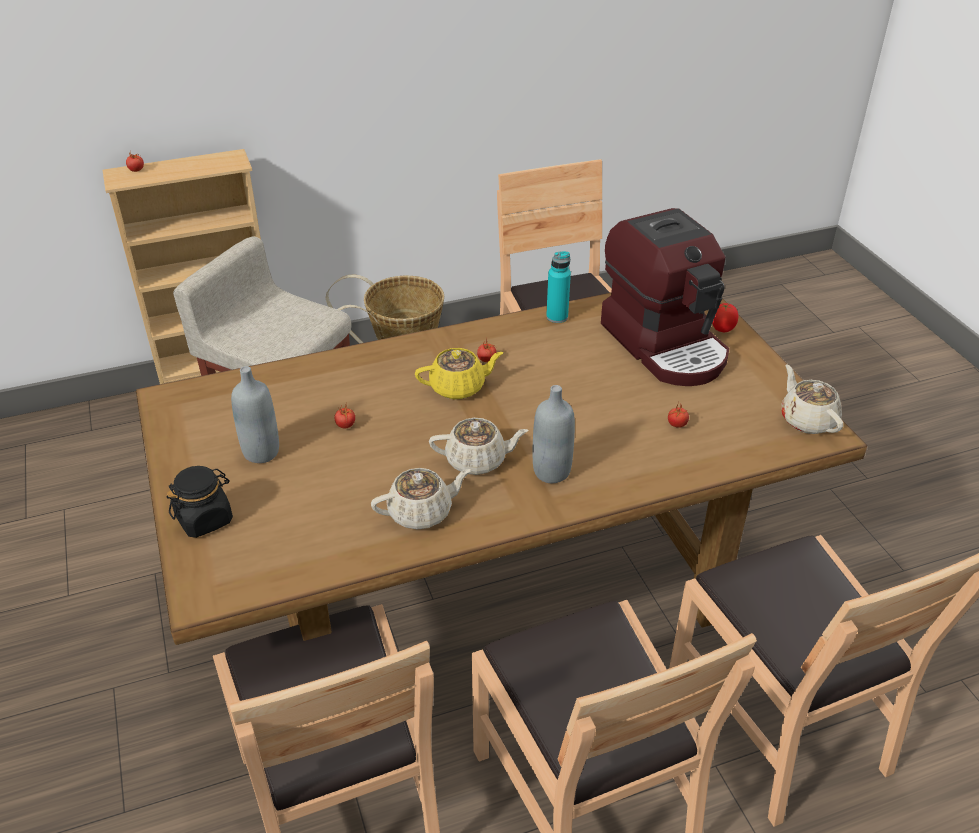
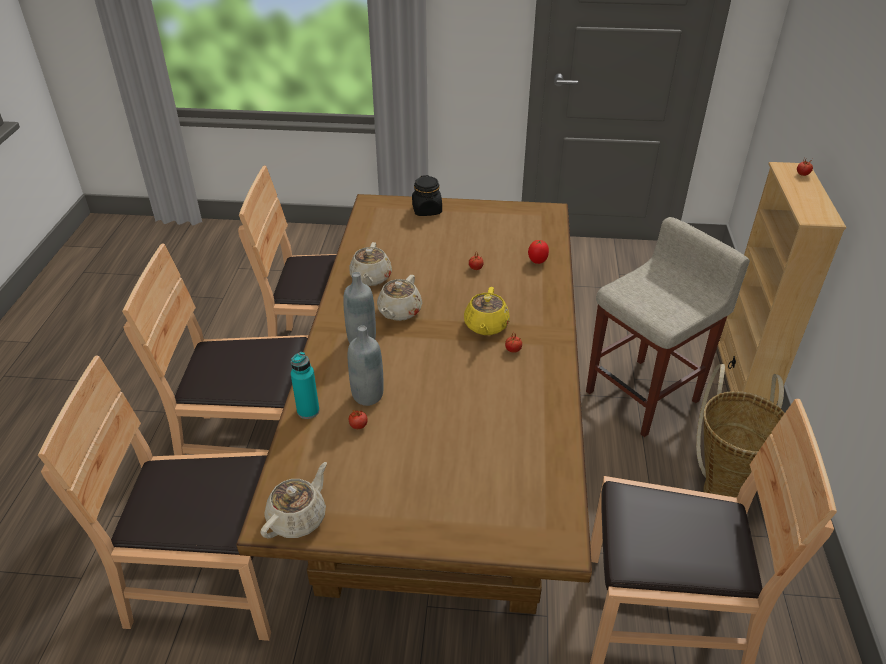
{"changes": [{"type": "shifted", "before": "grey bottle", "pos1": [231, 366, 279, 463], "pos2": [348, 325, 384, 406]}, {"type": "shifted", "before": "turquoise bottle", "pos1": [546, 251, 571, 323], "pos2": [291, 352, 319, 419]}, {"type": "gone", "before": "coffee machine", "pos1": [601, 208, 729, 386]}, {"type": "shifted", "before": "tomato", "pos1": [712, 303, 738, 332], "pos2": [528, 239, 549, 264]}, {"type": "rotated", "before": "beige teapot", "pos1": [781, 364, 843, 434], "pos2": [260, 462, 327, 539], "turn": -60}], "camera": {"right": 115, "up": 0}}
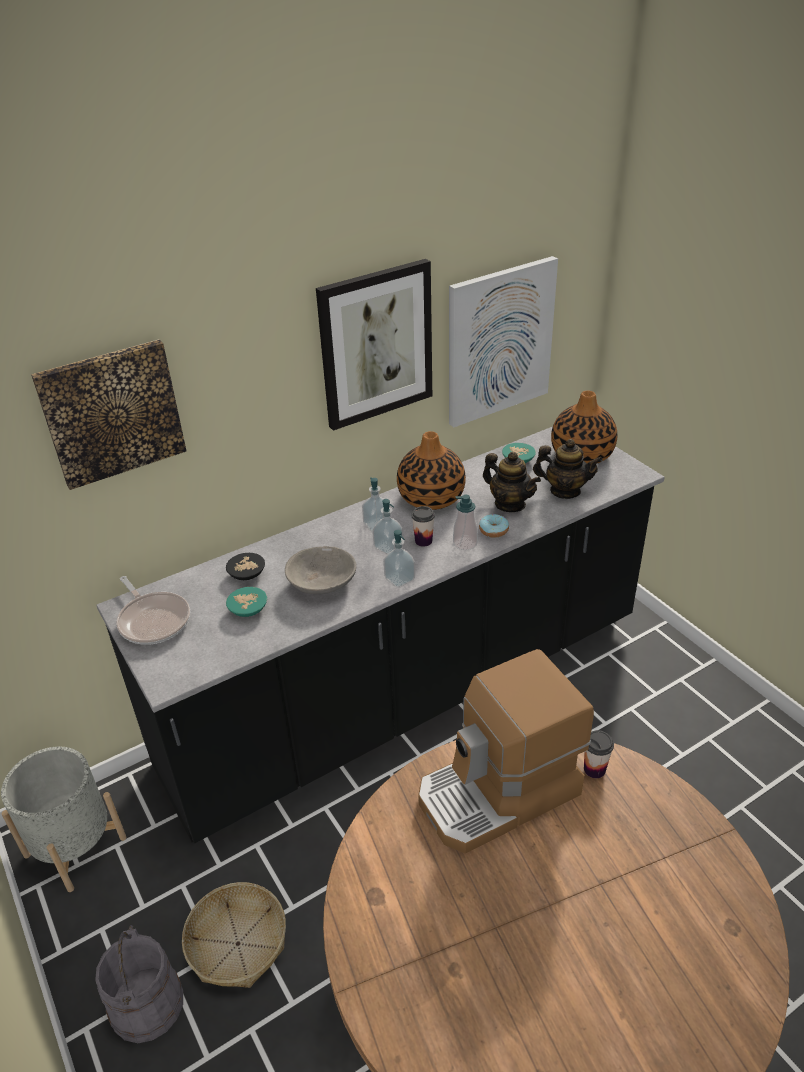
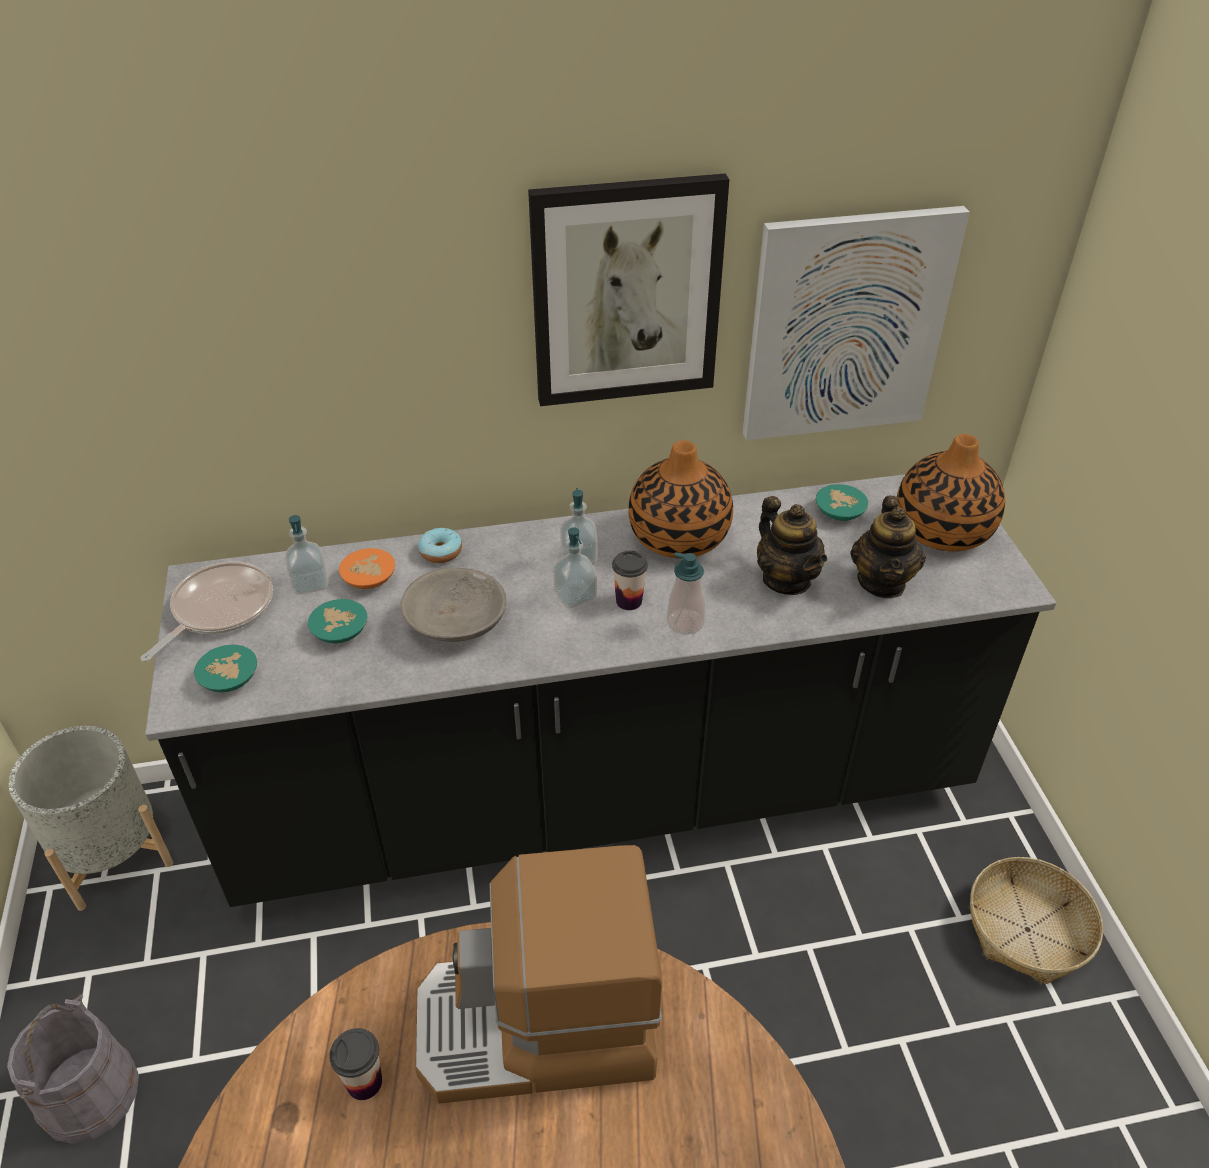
{"changes": [{"type": "gone", "before": "picture", "pos1": [31, 339, 186, 490]}, {"type": "rotated", "before": "frying pan", "pos1": [116, 576, 190, 645], "pos2": [141, 562, 273, 662], "turn": -135}, {"type": "shifted", "before": "basket", "pos1": [182, 882, 286, 988], "pos2": [970, 857, 1103, 984]}, {"type": "repainted", "before": "black bowl", "after": "orange bowl", "pos1": [226, 553, 265, 580], "pos2": [339, 548, 395, 589]}, {"type": "shifted", "before": "soap dispenser", "pos1": [383, 530, 415, 588], "pos2": [285, 515, 328, 595]}, {"type": "shifted", "before": "donut", "pos1": [479, 514, 509, 538], "pos2": [418, 528, 462, 563]}, {"type": "rotated", "before": "teapot", "pos1": [533, 439, 603, 499], "pos2": [850, 496, 926, 598], "turn": 60}, {"type": "shifted", "before": "cup", "pos1": [584, 730, 614, 778], "pos2": [329, 1028, 382, 1100]}, {"type": "new", "after": "turquoise bowl", "pos2": [194, 645, 257, 692]}], "camera": {"right": 20, "up": 5}}
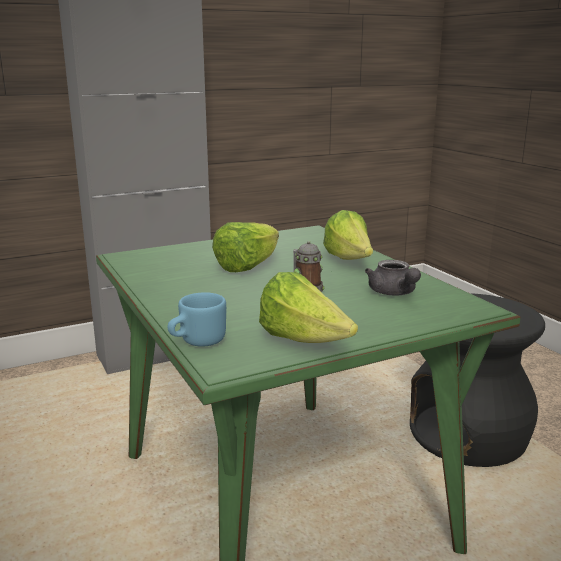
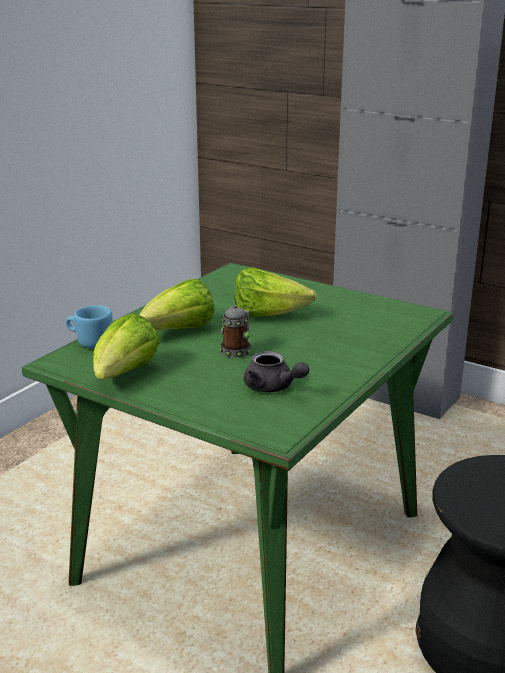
{"changes": [{"type": "shifted", "before": "lettuce", "pos1": [323, 210, 373, 260], "pos2": [139, 279, 215, 330]}, {"type": "rotated", "before": "grey teapot", "pos1": [365, 260, 421, 296], "pos2": [244, 351, 310, 392], "turn": -90}], "camera": {"right": 60, "up": 5}}
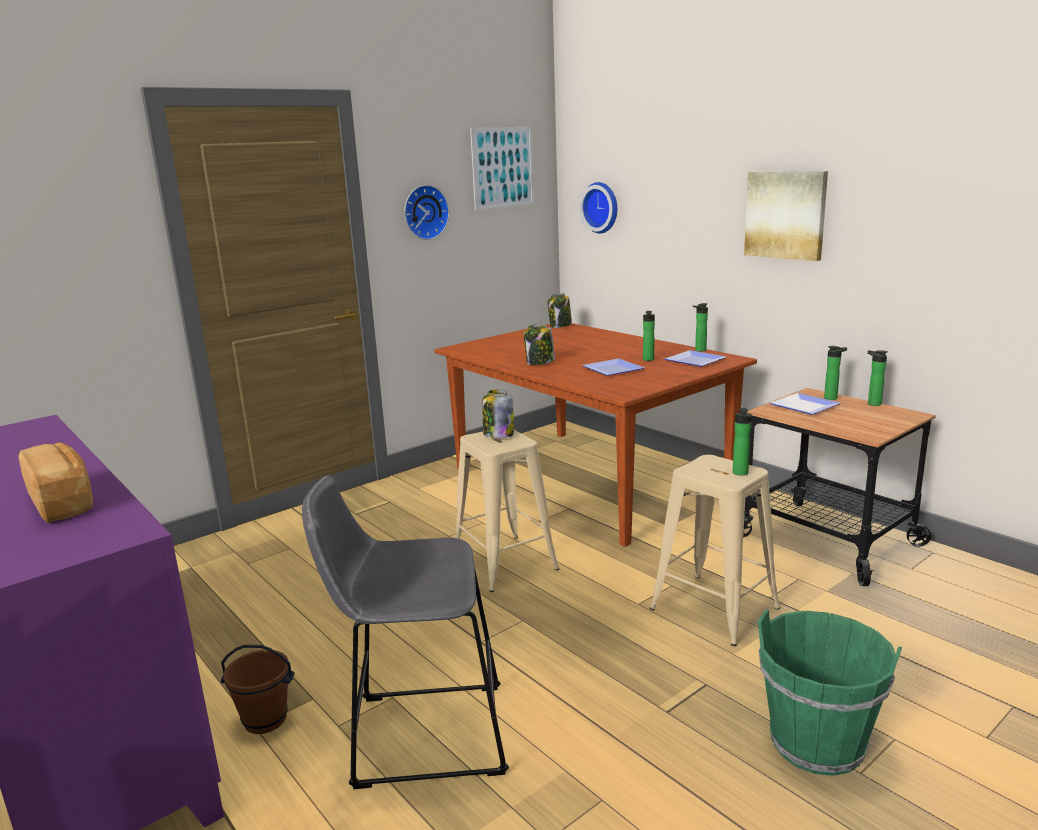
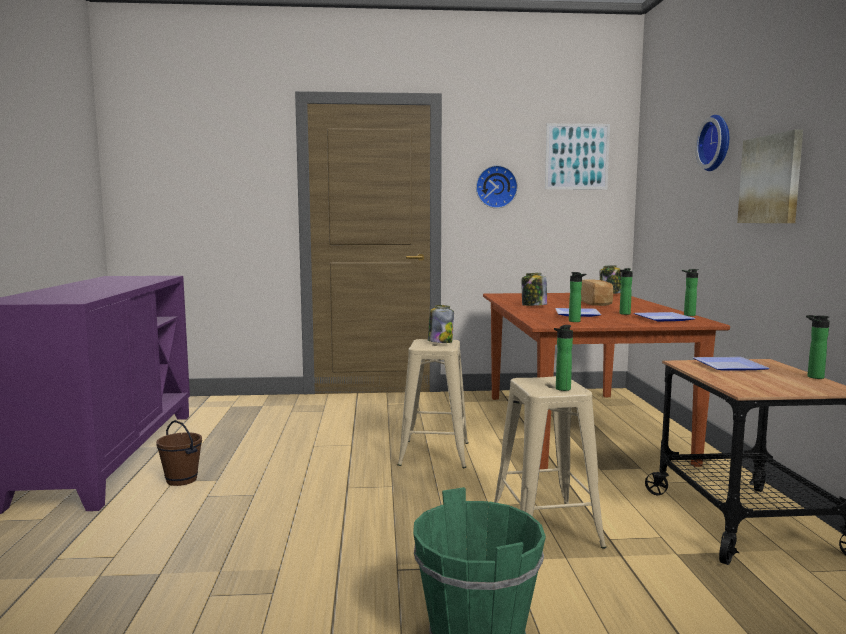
{"changes": [{"type": "shifted", "before": "bread", "pos1": [18, 443, 93, 523], "pos2": [581, 279, 613, 306]}, {"type": "gone", "before": "grey stool", "pos1": [302, 476, 509, 789]}, {"type": "shifted", "before": "wall clock", "pos1": [580, 182, 617, 233], "pos2": [695, 115, 729, 171]}, {"type": "shifted", "before": "bottle", "pos1": [824, 346, 847, 400], "pos2": [569, 272, 586, 322]}], "camera": {"right": 35, "up": -10}}
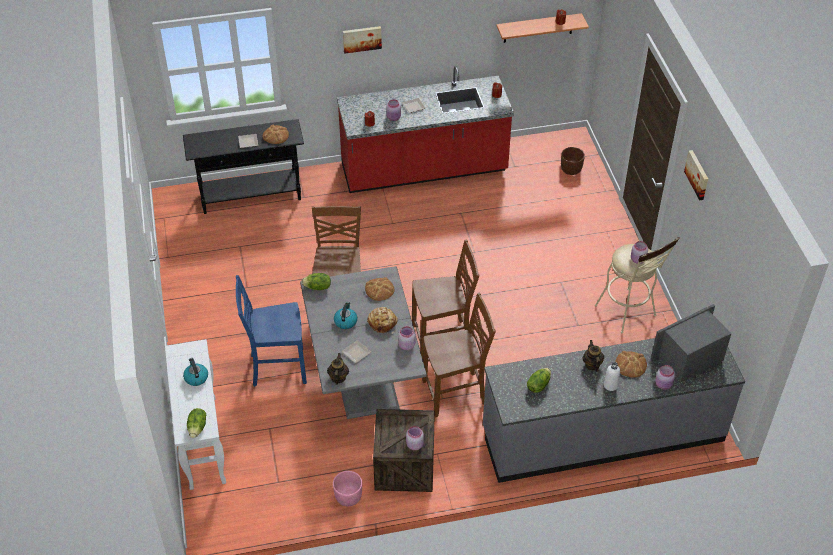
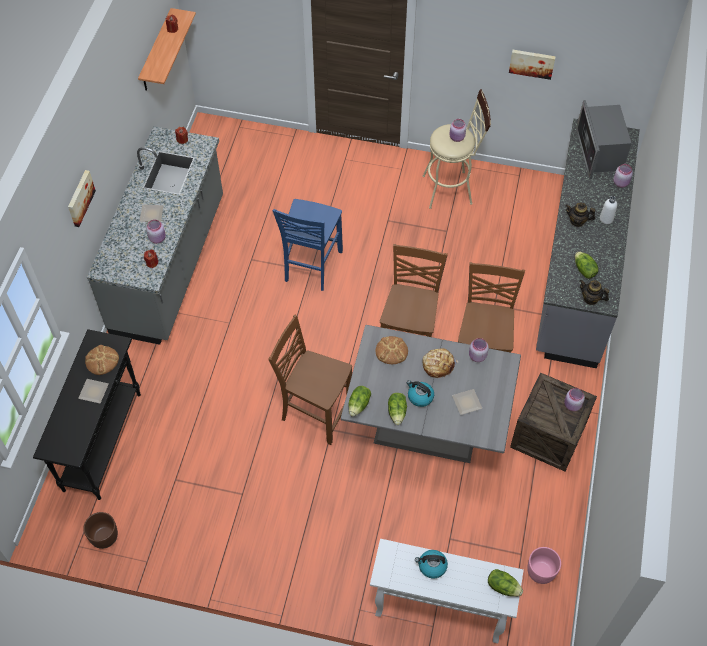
{"changes": [{"type": "shifted", "before": "blue chair", "pos1": [236, 275, 307, 387], "pos2": [273, 199, 343, 291]}, {"type": "shifted", "before": "teapot", "pos1": [327, 353, 349, 385], "pos2": [580, 280, 609, 305]}, {"type": "shifted", "before": "pink planter", "pos1": [333, 471, 362, 506], "pos2": [527, 547, 561, 584]}, {"type": "repainted", "before": "red counter", "after": "grey counter", "pos1": [337, 66, 514, 193], "pos2": [87, 126, 223, 345]}, {"type": "shifted", "before": "brown planter", "pos1": [561, 147, 585, 175], "pos2": [83, 512, 118, 549]}, {"type": "gone", "before": "bread", "pos1": [615, 351, 647, 377]}, {"type": "shifted", "before": "picture", "pos1": [684, 150, 708, 200], "pos2": [509, 50, 556, 80]}, {"type": "new", "after": "lettuce", "pos2": [388, 393, 407, 425]}], "camera": {"right": -65, "up": 10}}
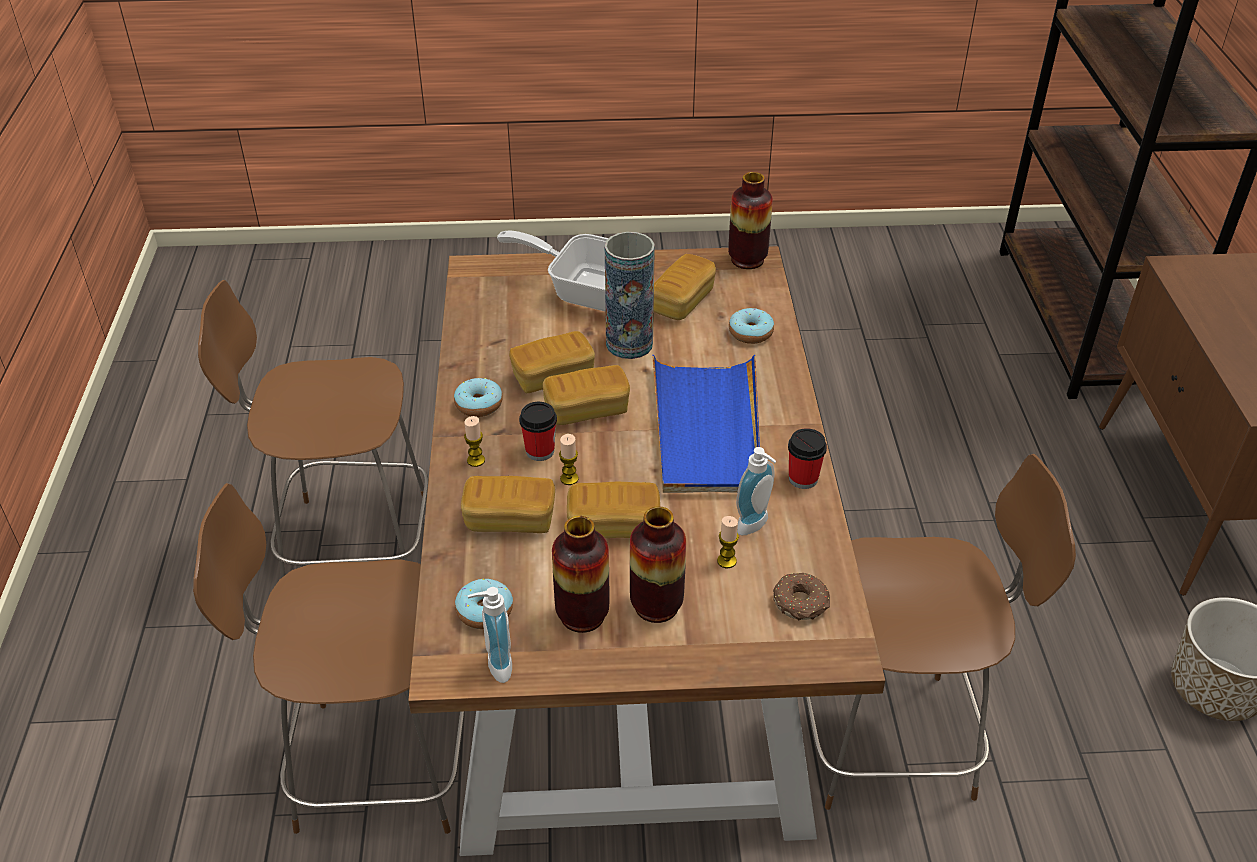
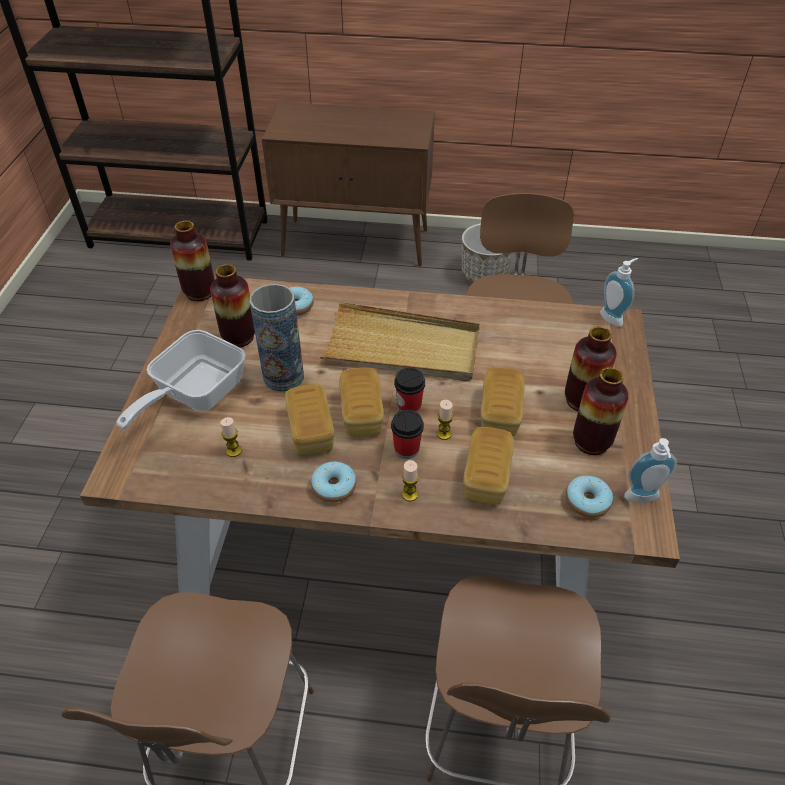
{"changes": [{"type": "repainted", "before": "blue tray", "after": "beige tray", "pos1": [652, 355, 760, 493], "pos2": [320, 302, 480, 382]}, {"type": "swapped", "before": "bread", "after": "vase", "pos1": [654, 254, 716, 320], "pos2": [210, 264, 255, 347]}, {"type": "shifted", "before": "candle", "pos1": [717, 516, 739, 568], "pos2": [220, 417, 242, 457]}, {"type": "shifted", "before": "soap dispenser", "pos1": [736, 447, 776, 535], "pos2": [600, 258, 638, 327]}, {"type": "gone", "before": "donut", "pos1": [773, 573, 830, 620]}, {"type": "shifted", "before": "cup", "pos1": [788, 428, 827, 489], "pos2": [394, 368, 425, 413]}], "camera": {"right": -80, "up": 5}}
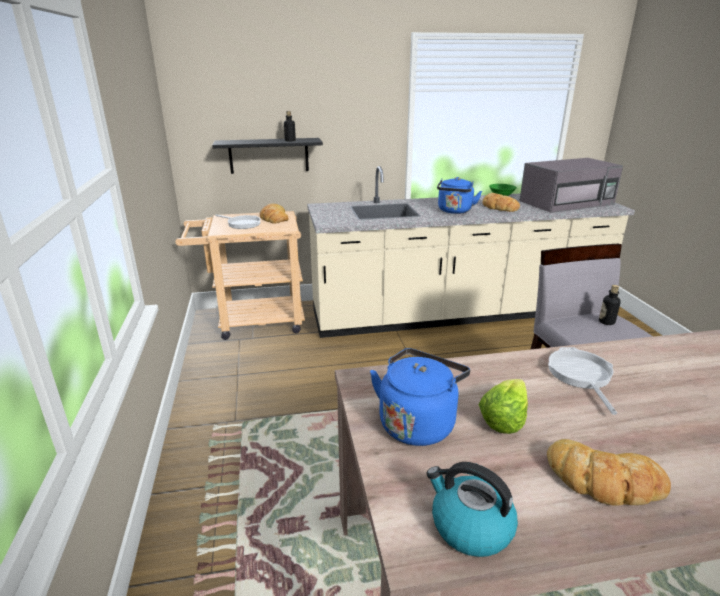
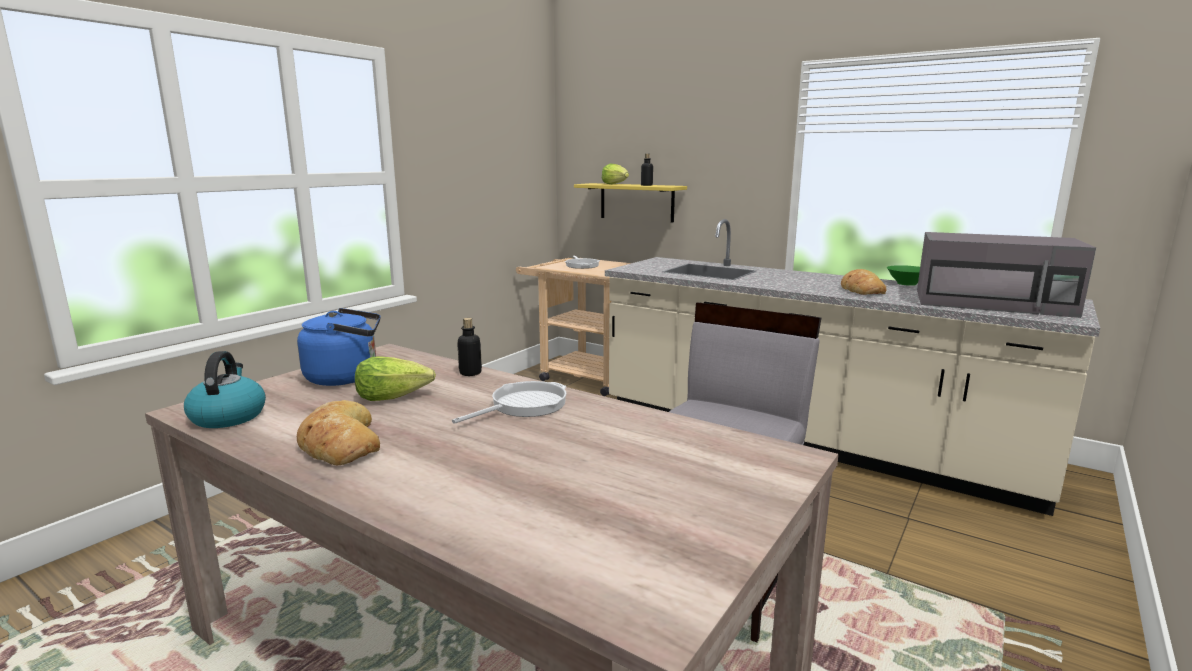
{"changes": [{"type": "repainted", "before": "black shelf", "after": "yellow shelf", "pos1": [212, 138, 323, 174], "pos2": [574, 183, 687, 223]}, {"type": "gone", "before": "bread", "pos1": [260, 204, 288, 224]}, {"type": "gone", "before": "blue kettle", "pos1": [437, 177, 482, 214]}, {"type": "shifted", "before": "bottle", "pos1": [599, 285, 621, 325], "pos2": [457, 318, 482, 376]}, {"type": "new", "after": "lettuce", "pos2": [602, 164, 629, 184]}], "camera": {"right": 45, "up": -10}}
